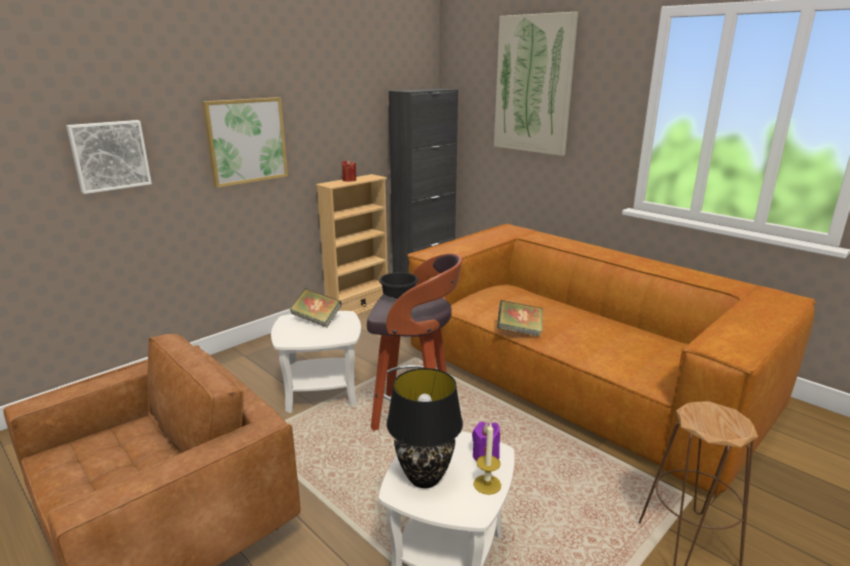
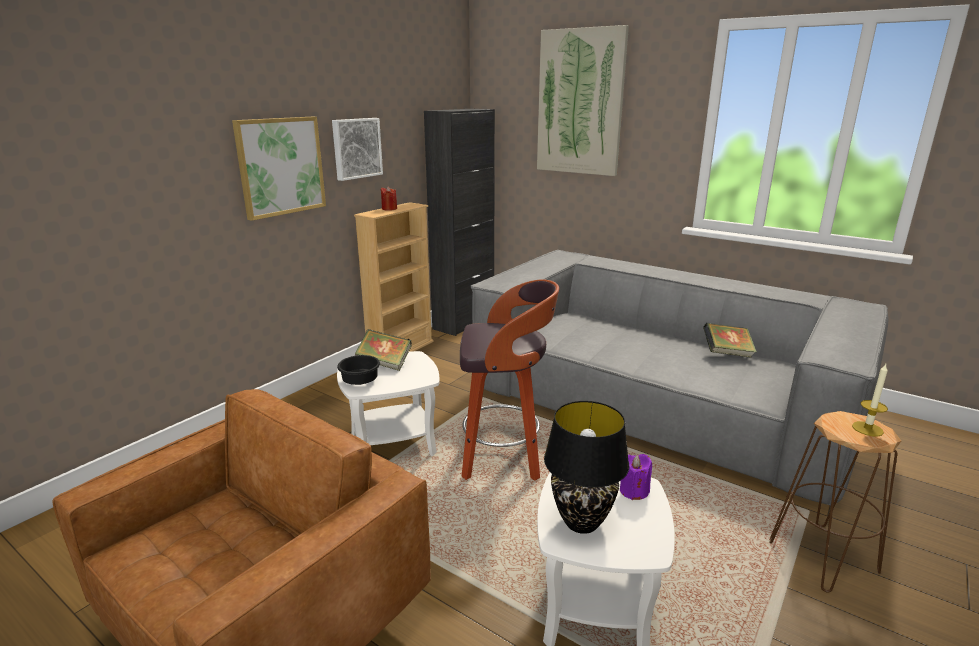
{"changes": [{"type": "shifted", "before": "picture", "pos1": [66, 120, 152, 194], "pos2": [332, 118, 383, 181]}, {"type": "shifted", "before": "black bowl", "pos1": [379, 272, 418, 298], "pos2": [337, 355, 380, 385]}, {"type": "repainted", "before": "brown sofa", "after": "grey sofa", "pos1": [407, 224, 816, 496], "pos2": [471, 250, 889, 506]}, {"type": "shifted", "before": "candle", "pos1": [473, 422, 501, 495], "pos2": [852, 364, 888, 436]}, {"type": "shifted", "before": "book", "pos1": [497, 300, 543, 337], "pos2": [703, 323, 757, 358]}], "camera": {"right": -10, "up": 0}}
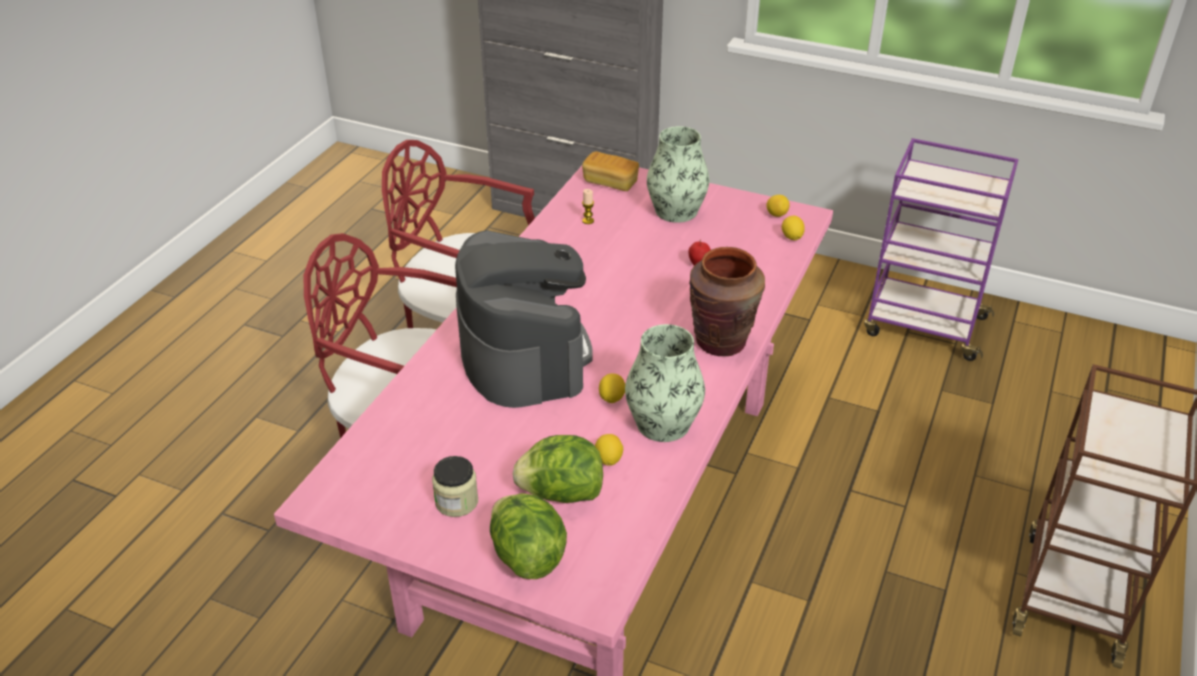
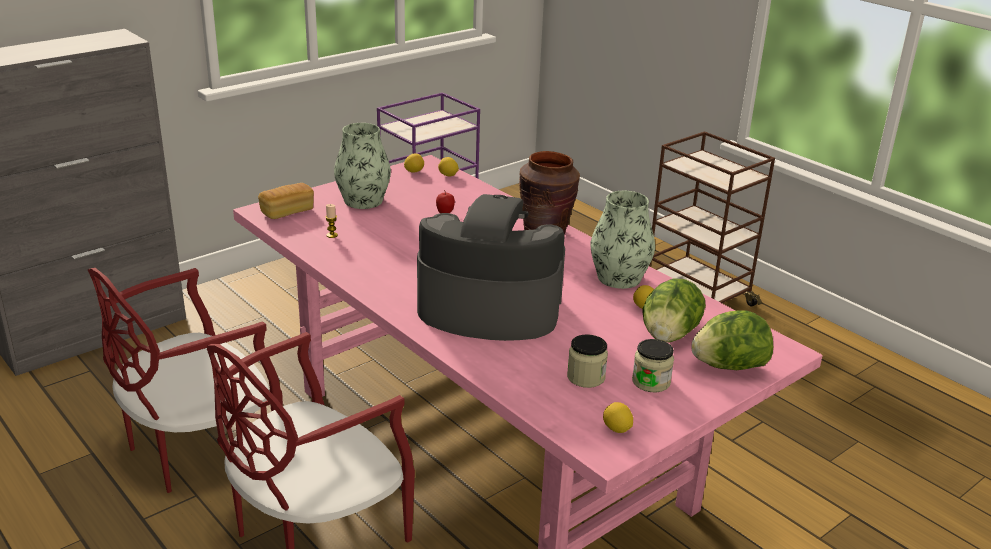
{"changes": [{"type": "shifted", "before": "lemon", "pos1": [599, 373, 625, 403], "pos2": [603, 402, 633, 433]}, {"type": "new", "after": "jar", "pos2": [567, 334, 608, 388]}], "camera": {"right": -65, "up": -10}}
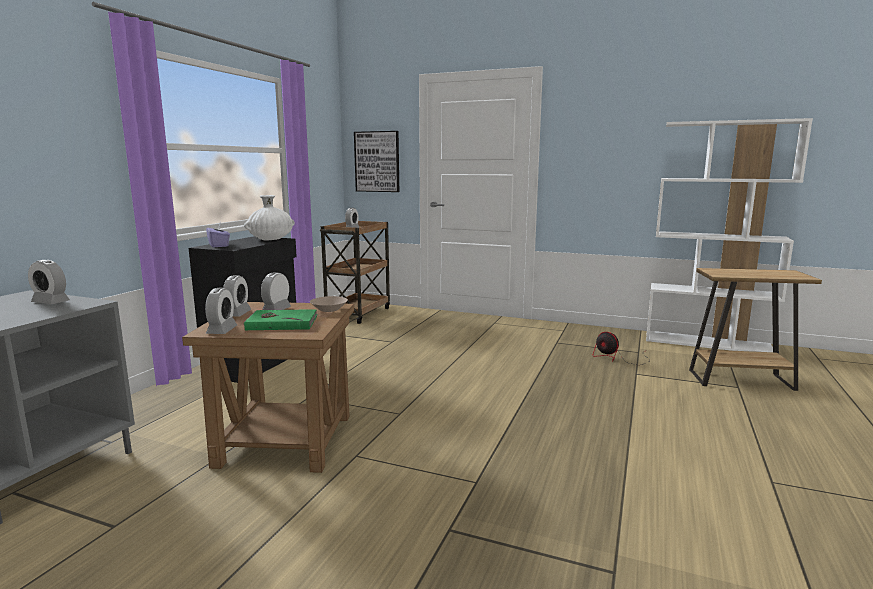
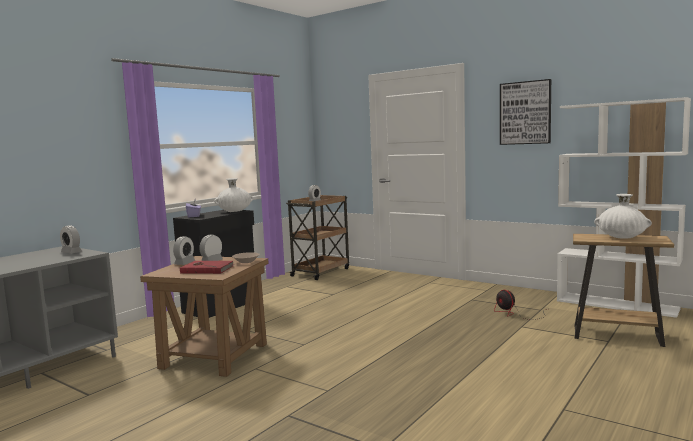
{"changes": [{"type": "gone", "before": "alarm clock", "pos1": [205, 287, 237, 334]}, {"type": "repainted", "before": "green book", "after": "red book", "pos1": [243, 309, 318, 330], "pos2": [180, 261, 234, 274]}, {"type": "shifted", "before": "picture", "pos1": [354, 131, 399, 192], "pos2": [500, 79, 551, 145]}, {"type": "new", "after": "white vase", "pos2": [594, 194, 652, 239]}], "camera": {"right": 15, "up": -5}}
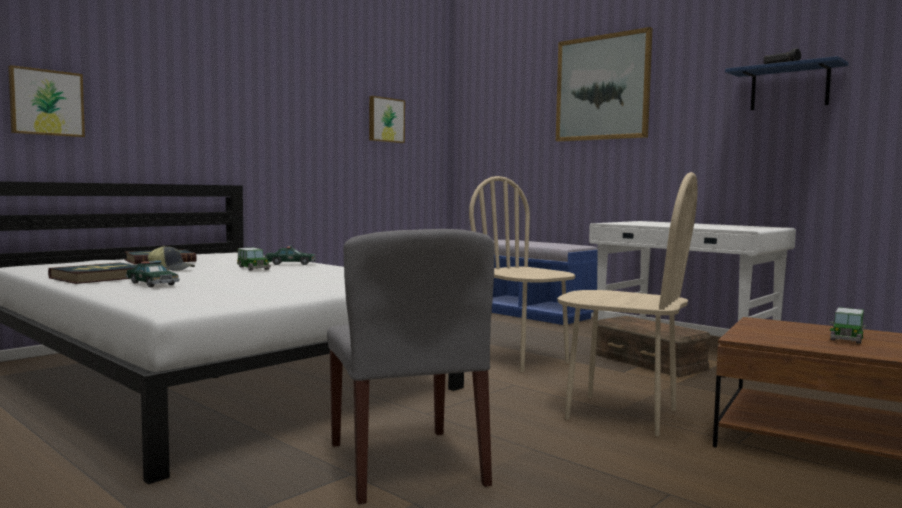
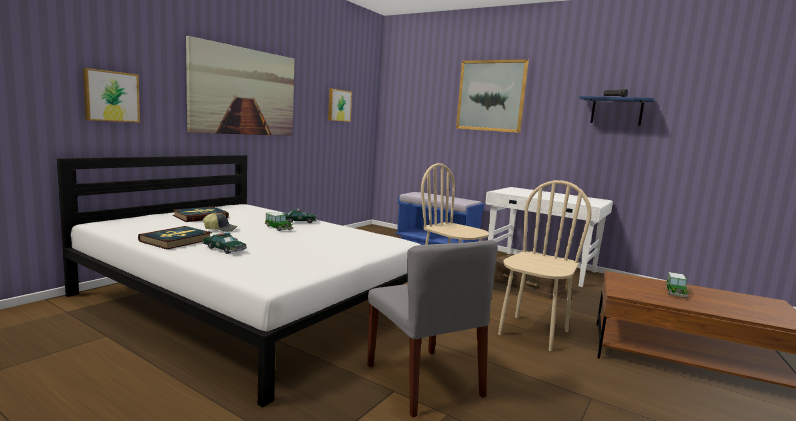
{"changes": [{"type": "rotated", "before": "beige chair", "pos1": [557, 172, 698, 436], "pos2": [498, 180, 592, 351], "turn": -75}, {"type": "new", "after": "picture", "pos2": [186, 36, 295, 136]}], "camera": {"right": -10, "up": 5}}
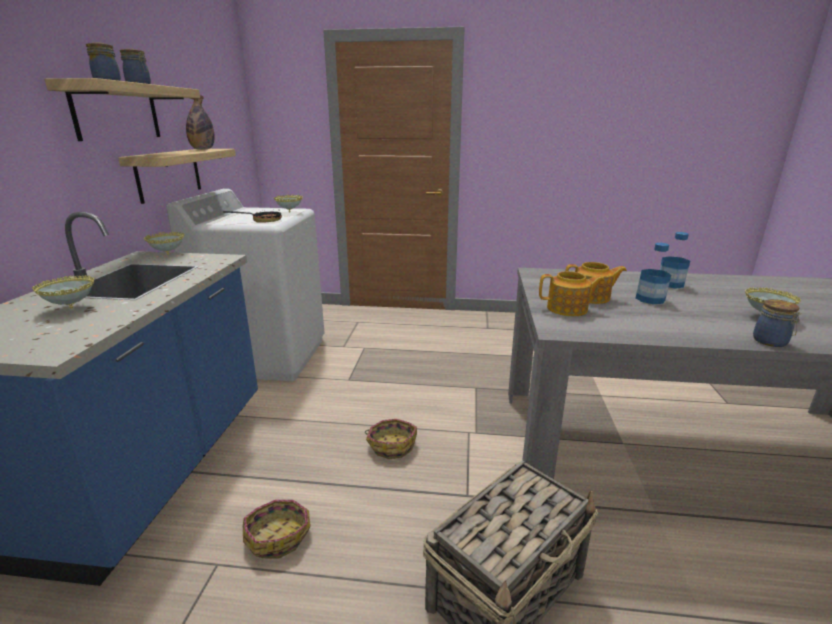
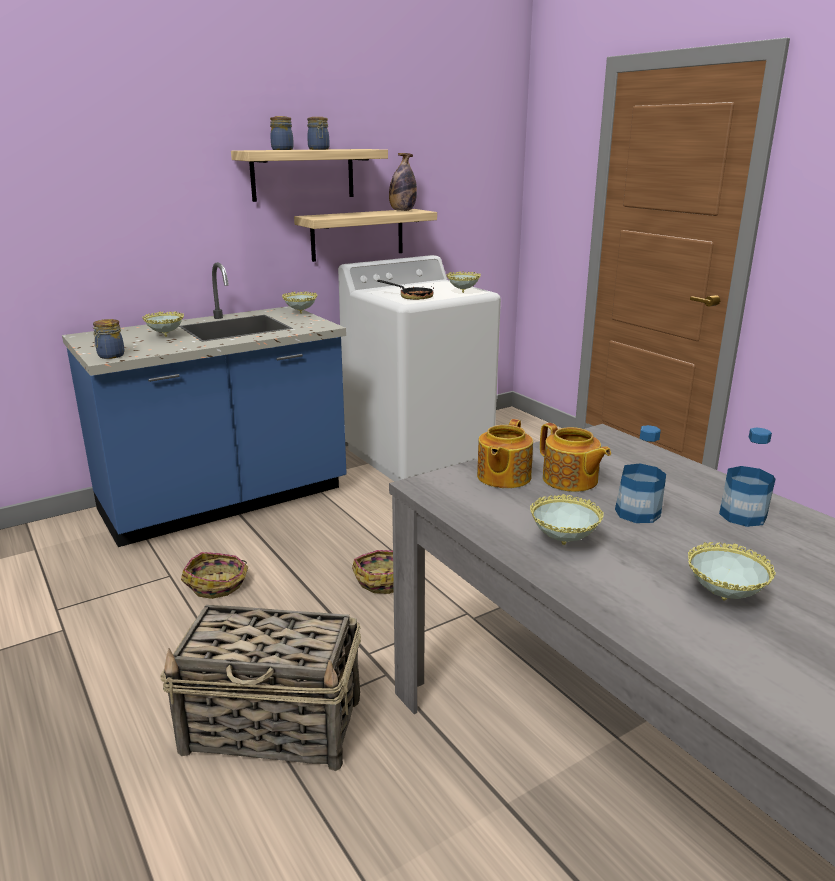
{"changes": [{"type": "rotated", "before": "teapot", "pos1": [539, 271, 605, 316], "pos2": [477, 419, 533, 488], "turn": 60}, {"type": "shifted", "before": "jar", "pos1": [753, 299, 802, 347], "pos2": [92, 319, 125, 359]}, {"type": "new", "after": "bowl", "pos2": [530, 494, 604, 545]}], "camera": {"right": 50, "up": 0}}
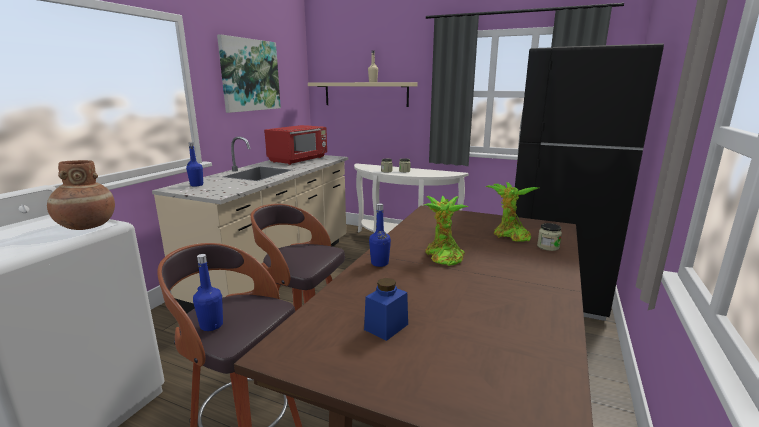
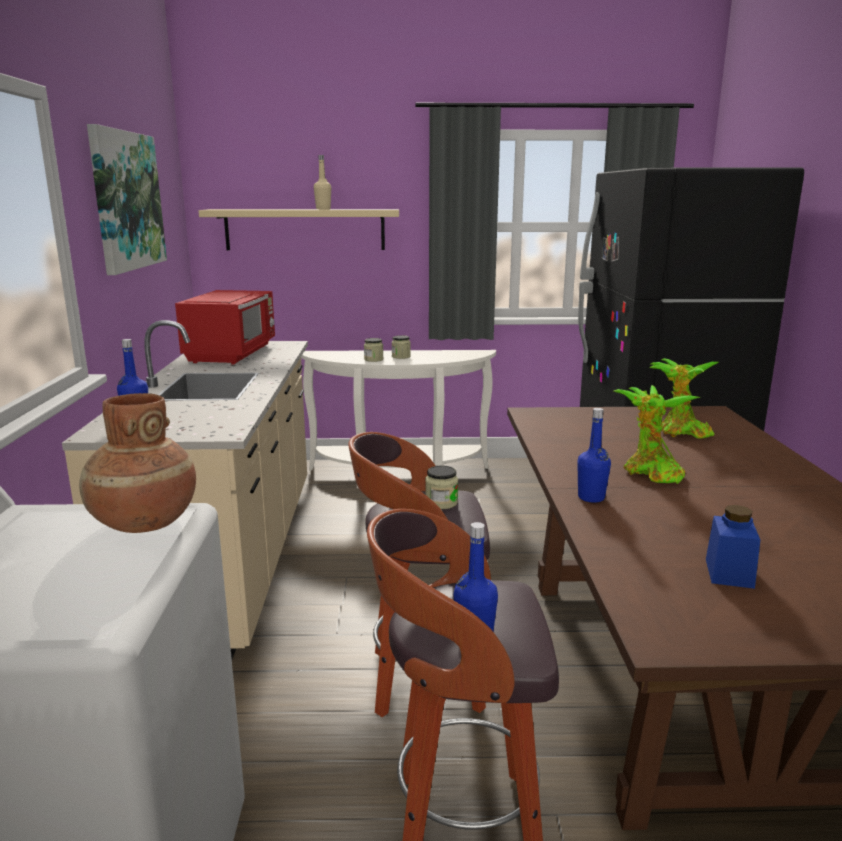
{"changes": [{"type": "shifted", "before": "jar", "pos1": [537, 223, 562, 251], "pos2": [425, 465, 458, 509]}], "camera": {"right": -25, "up": 0}}
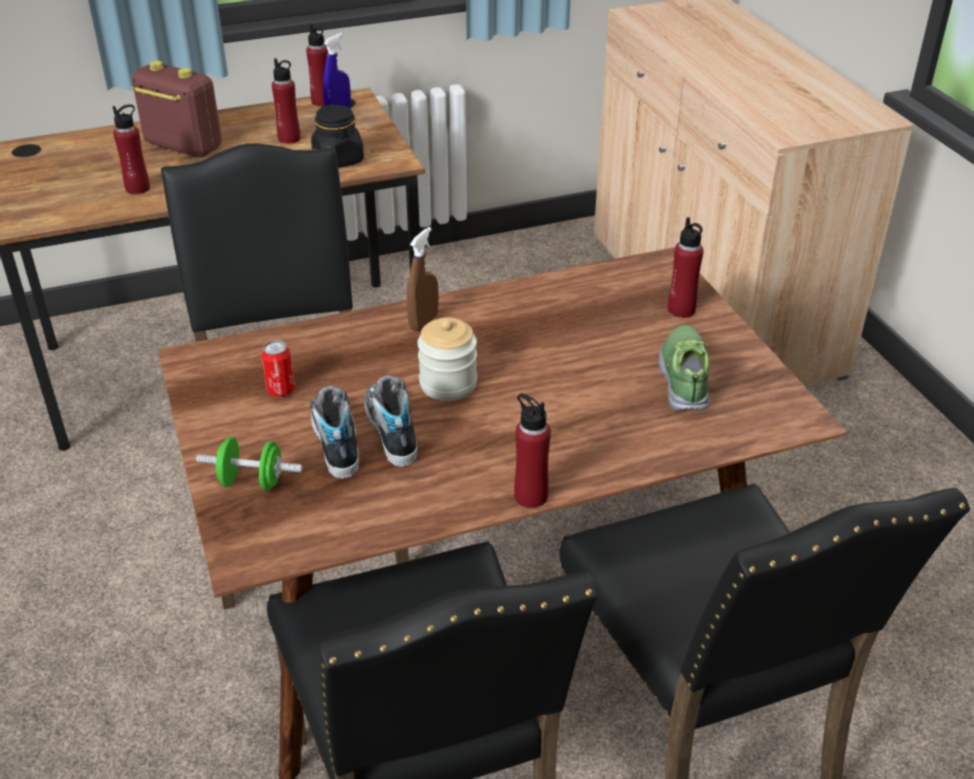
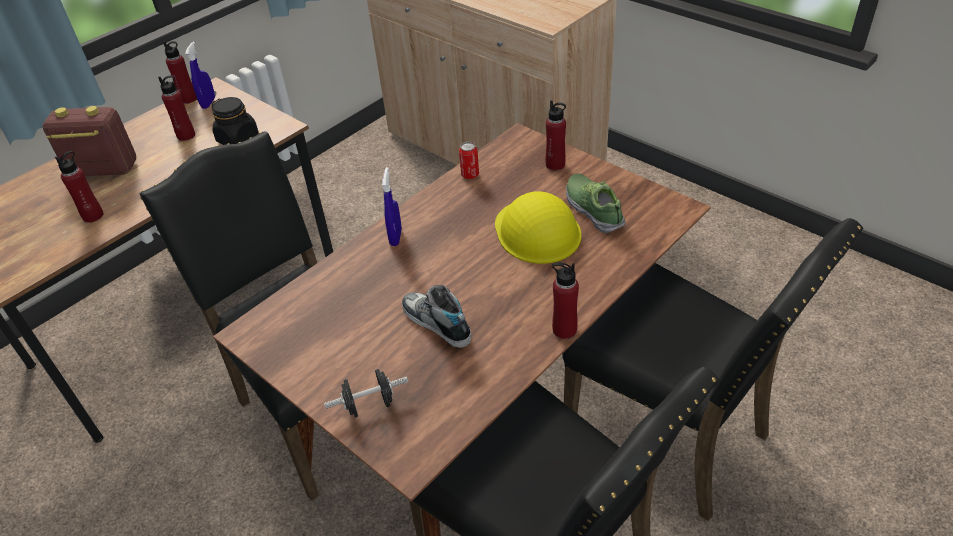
{"changes": [{"type": "repainted", "before": "green dumbbell", "after": "black dumbbell", "pos1": [196, 437, 303, 491], "pos2": [324, 369, 408, 418]}, {"type": "shifted", "before": "can", "pos1": [261, 340, 295, 397], "pos2": [459, 142, 479, 179]}, {"type": "gone", "before": "shoe", "pos1": [309, 386, 359, 479]}, {"type": "repainted", "before": "brown spray bottle", "after": "blue spray bottle", "pos1": [407, 227, 439, 331], "pos2": [382, 167, 402, 246]}, {"type": "gone", "before": "jar", "pos1": [417, 318, 477, 401]}, {"type": "new", "after": "yellow hard hat", "pos2": [495, 192, 582, 264]}], "camera": {"right": -25, "up": 5}}
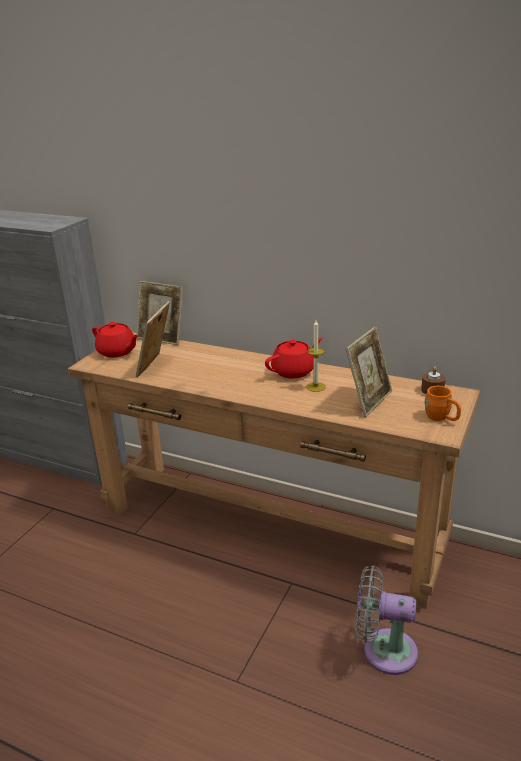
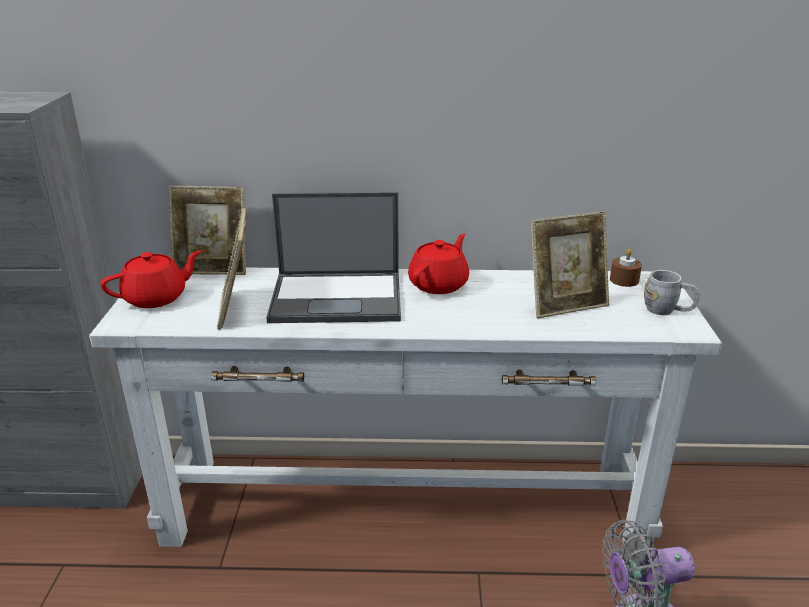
{"changes": [{"type": "repainted", "before": "brown console table", "after": "white console table", "pos1": [68, 332, 480, 609], "pos2": [89, 268, 722, 548]}, {"type": "rotated", "before": "red teapot", "pos1": [92, 322, 139, 358], "pos2": [100, 250, 201, 308], "turn": -45}, {"type": "gone", "before": "candle", "pos1": [306, 321, 326, 392]}, {"type": "rotated", "before": "picture frame", "pos1": [346, 327, 392, 417], "pos2": [531, 211, 609, 319], "turn": 60}, {"type": "repainted", "before": "orange mug", "after": "grey mug", "pos1": [424, 386, 461, 421], "pos2": [644, 270, 700, 315]}, {"type": "new", "after": "laptop", "pos2": [266, 192, 401, 323]}], "camera": {"right": -25, "up": 0}}
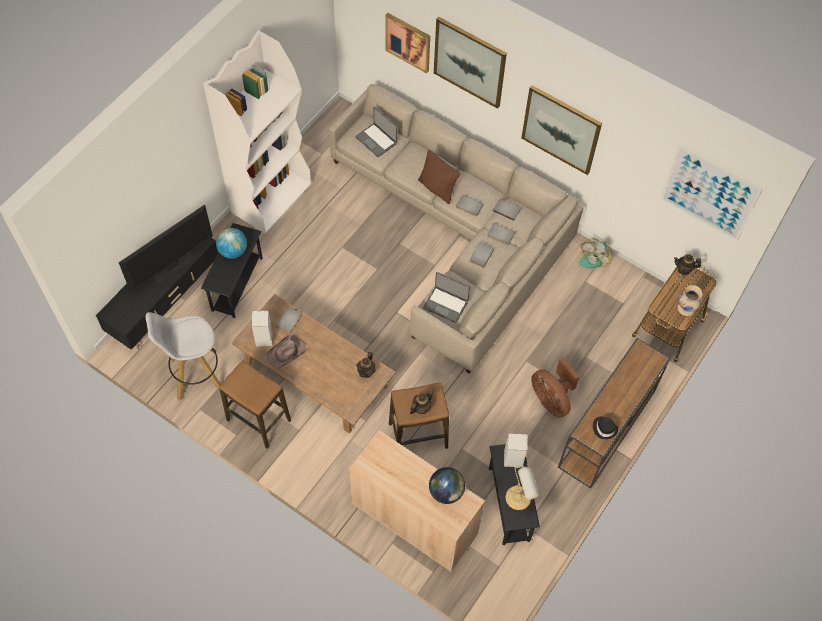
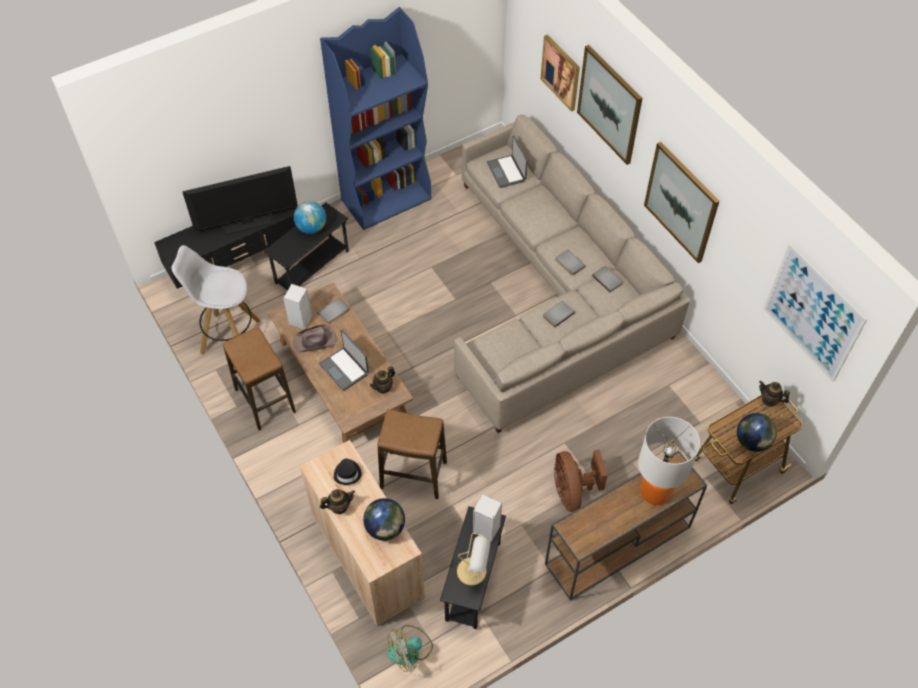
{"changes": [{"type": "repainted", "before": "white bookcase", "after": "blue bookcase", "pos1": [203, 30, 311, 234], "pos2": [320, 7, 431, 230]}, {"type": "shifted", "before": "teapot", "pos1": [410, 390, 434, 414], "pos2": [320, 489, 355, 514]}, {"type": "gone", "before": "brown pillow", "pos1": [418, 149, 460, 204]}, {"type": "shifted", "before": "laptop", "pos1": [423, 272, 470, 323], "pos2": [319, 330, 369, 391]}, {"type": "gone", "before": "grey book", "pos1": [487, 223, 515, 245]}, {"type": "shifted", "before": "fan", "pos1": [579, 238, 612, 268], "pos2": [387, 625, 433, 672]}, {"type": "shifted", "before": "black hat", "pos1": [593, 417, 618, 439], "pos2": [334, 459, 362, 485]}, {"type": "swapped", "before": "beige vase", "after": "globe", "pos1": [678, 285, 703, 316], "pos2": [737, 413, 777, 452]}, {"type": "new", "after": "table lamp", "pos2": [638, 417, 700, 505]}], "camera": {"right": 25, "up": -5}}
